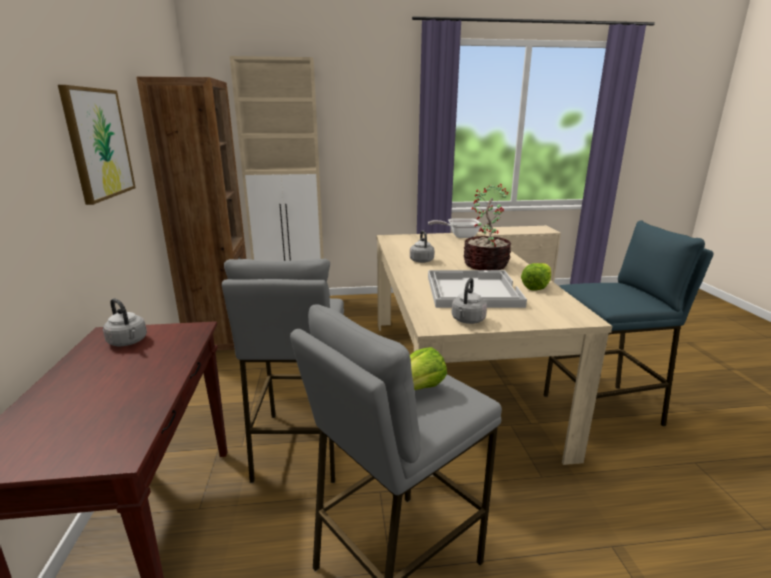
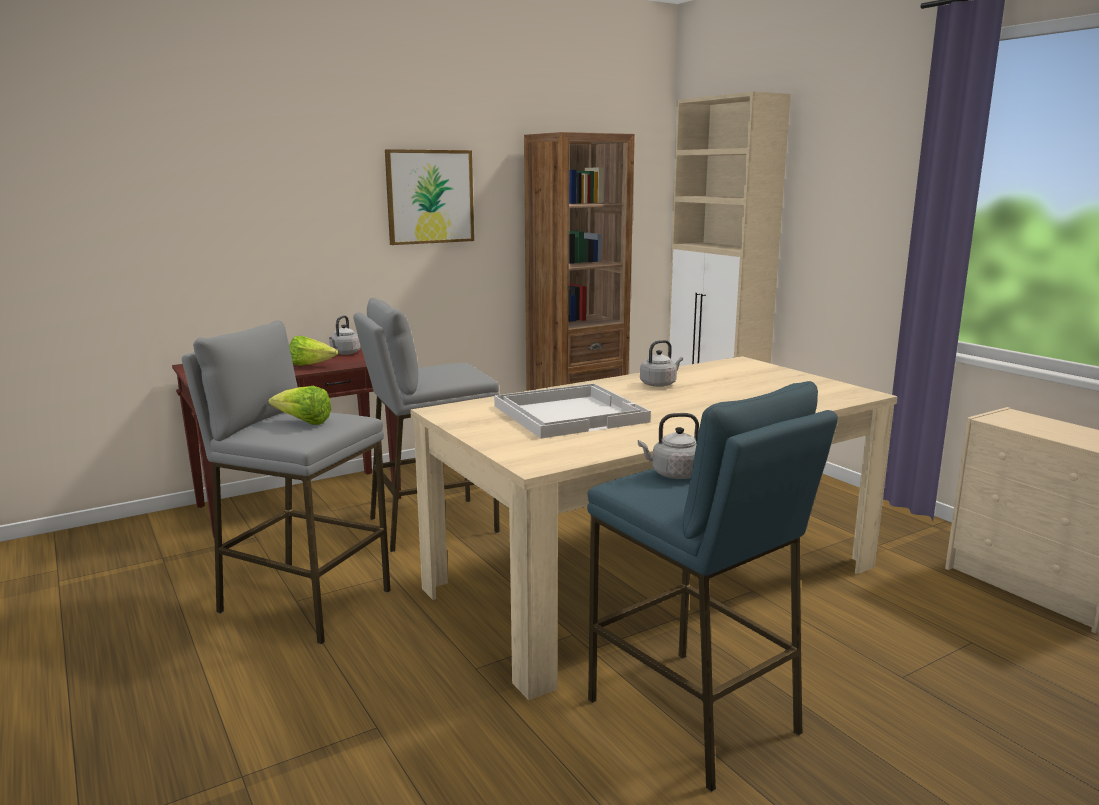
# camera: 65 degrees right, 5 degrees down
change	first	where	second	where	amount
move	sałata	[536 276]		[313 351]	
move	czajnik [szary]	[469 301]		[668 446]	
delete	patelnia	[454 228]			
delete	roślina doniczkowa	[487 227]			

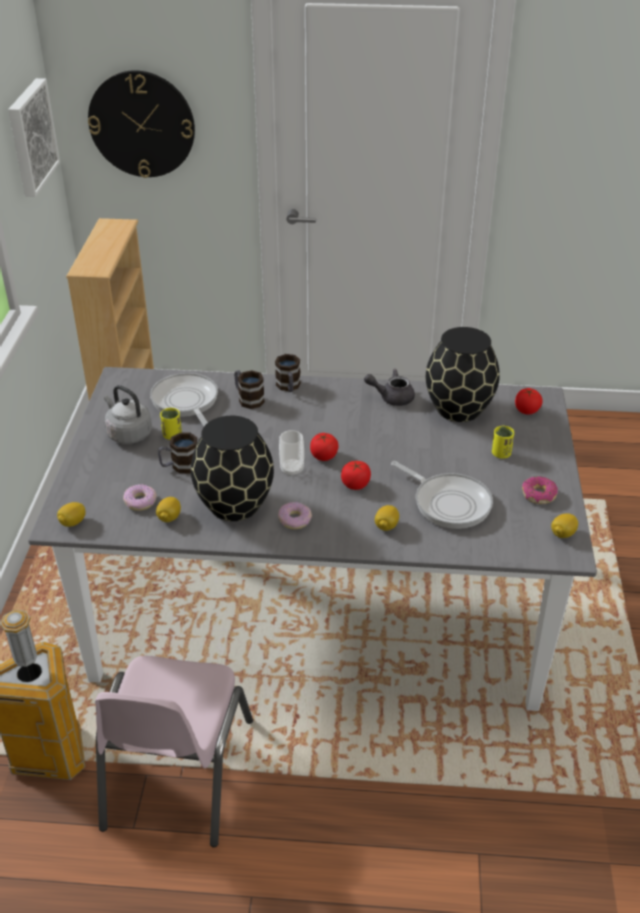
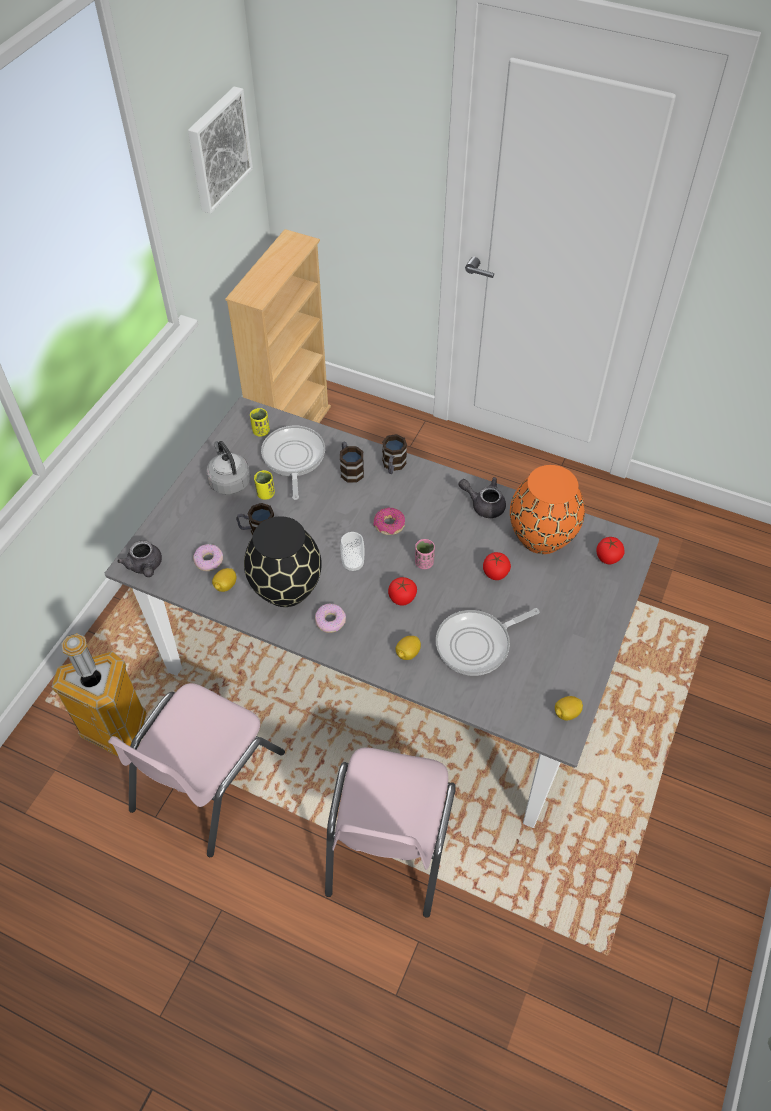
# camera: 20 degrees right, 15 degrees up
change	first	where	second	where	amount
replace	cytryna	[71 514]	imbryk [szary]	[140 558]	
move	filiżanka [żółty]	[503 442]		[260 422]	
insert			krzesło [różowy]	[390 833]	
move	donut	[540 490]		[389 521]	
insert			filiżanka [różowy]	[425 554]	
rotate	patelnia	[442 495]		[487 642]	90 degrees clockwise
move	pomidor	[324 447]		[497 566]	
recolor	wazon [czarny]	[463 374]	wazon [pomarańczowy]	[547 509]	
delete	zegar ścienny	[141 124]			

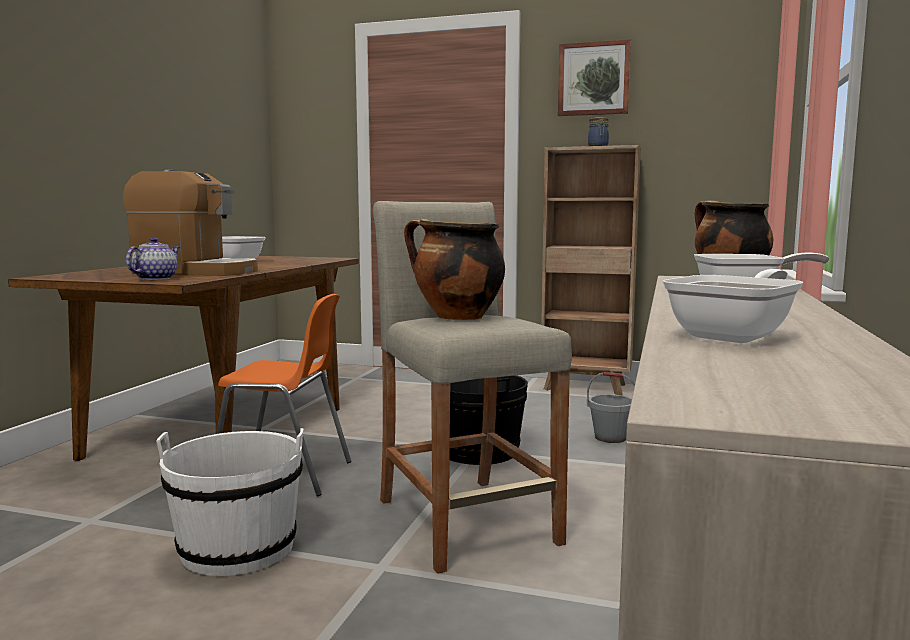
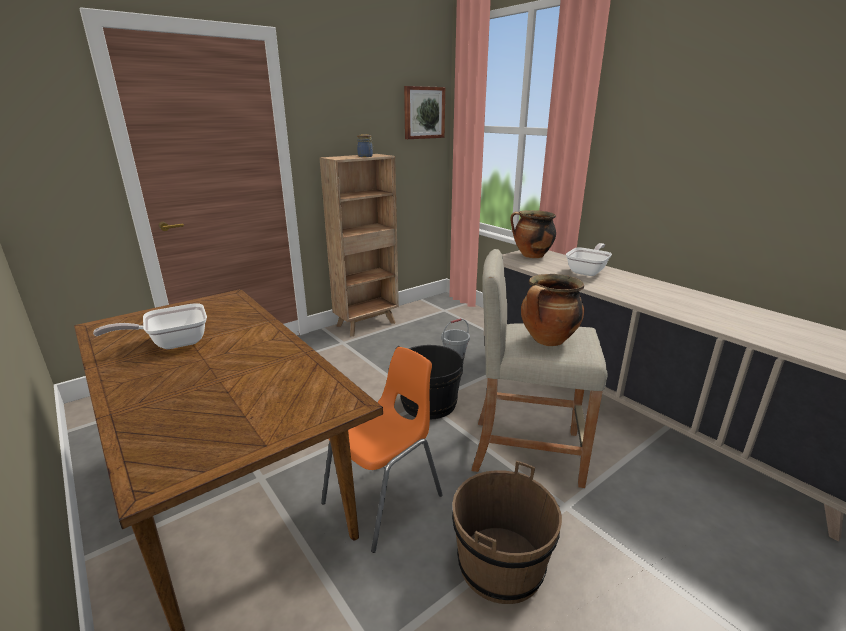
# camera: 55 degrees left, 15 degrees up
change	first	where	second	where	amount
move	obraz	[594 77]		[424 112]	
recolor	wiadro [biały]	[229 502]	wiadro [brązowy]	[507 532]	
delete	ekspres do kawy	[190 223]			
delete	imbryk	[153 258]			
delete	patelnia	[733 306]			

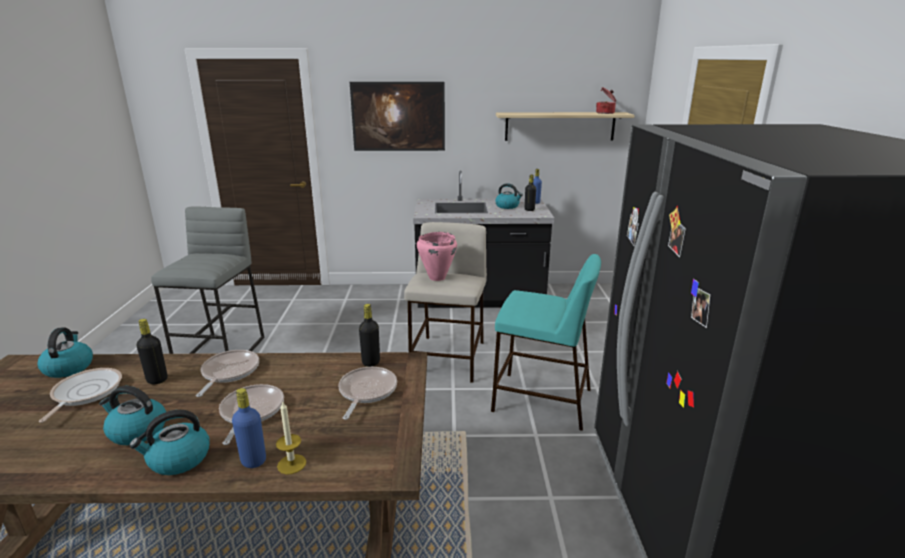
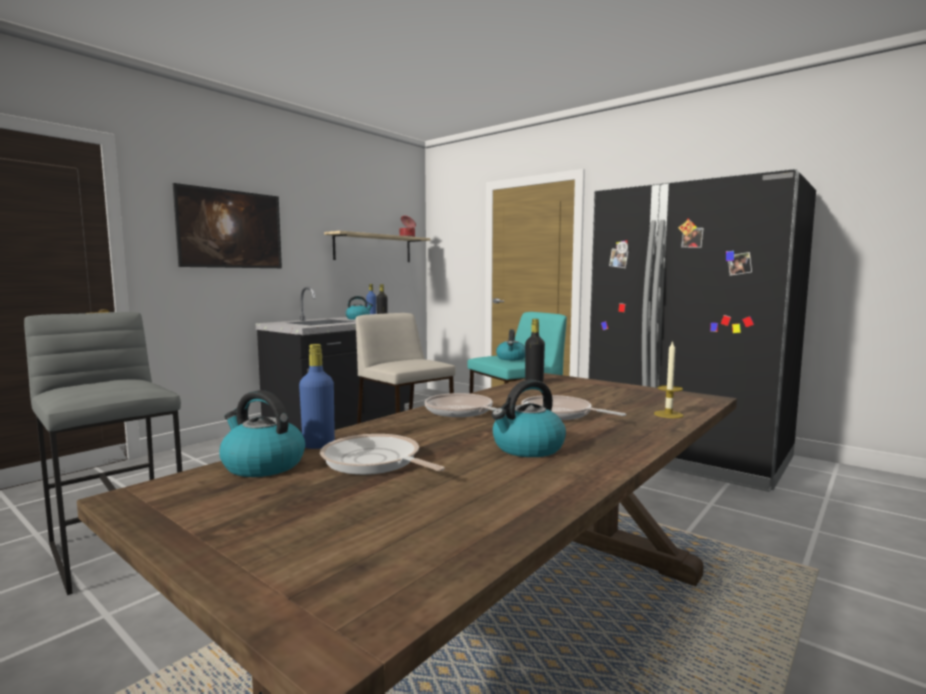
# camera: 50 degrees left, 15 degrees down
change	first	where	second	where	amount
move	butelka [niebieski]	[249 428]		[317 396]	
move	czajnik	[169 442]		[510 344]	
delete	butelka [czarny]	[152 351]			
delete	patelnia	[367 393]			
delete	garnek [różowy]	[437 256]			

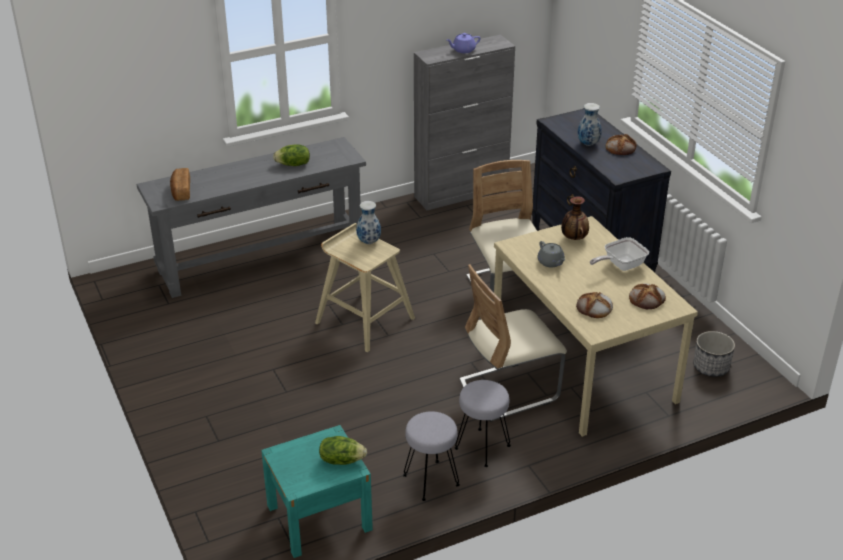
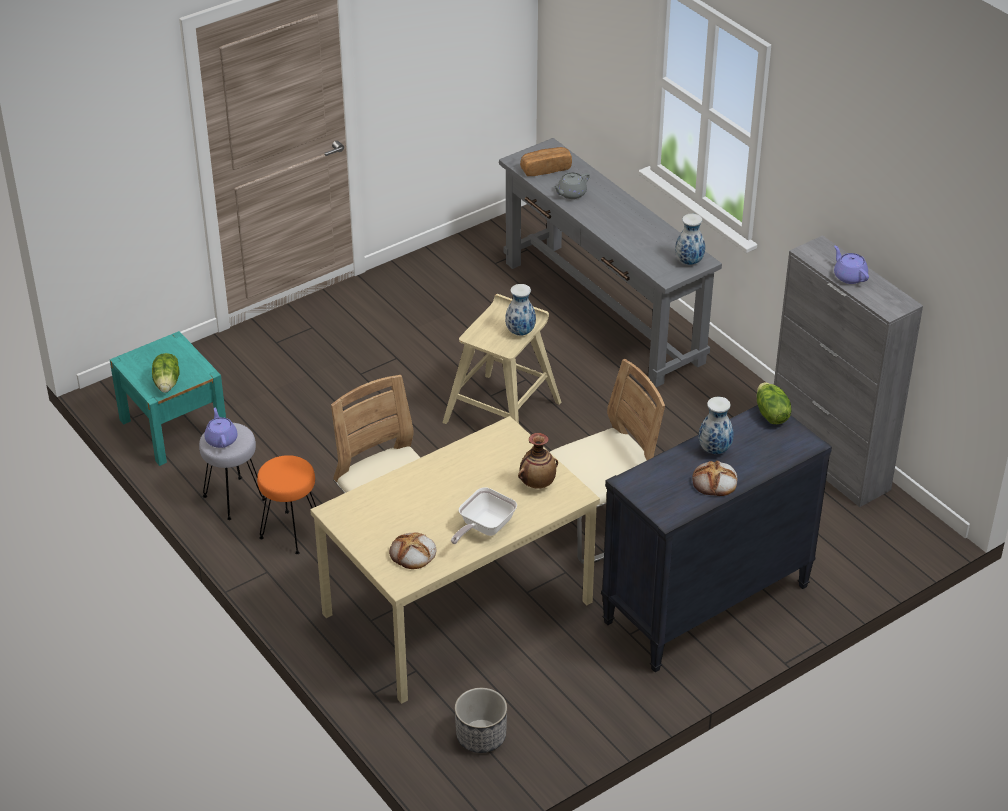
# camera: 80 degrees right, 5 degrees up
change	first	where	second	where	amount
insert			imbryk [fioletowy]	[221 428]	
recolor	stołek [szary]	[483 423]	stołek [pomarańczowy]	[286 504]	
rotate	patelnia	[619 254]		[484 515]	105 degrees counterclockwise
move	imbryk [szary]	[551 254]		[571 185]	
insert			wazon	[690 239]	
move	sałata	[291 155]		[774 403]	
delete	chleb	[594 305]			

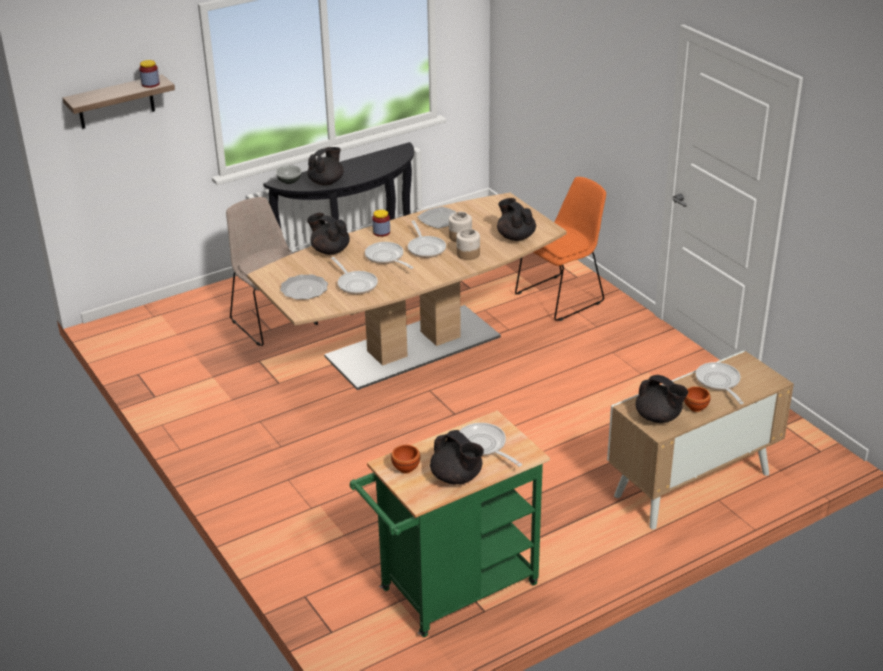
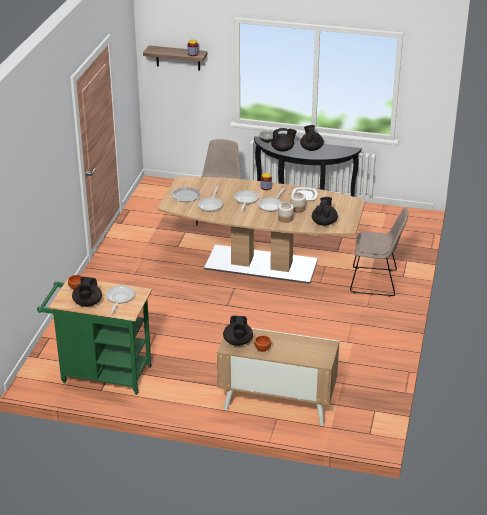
# camera: 45 degrees right, 0 degrees up
change	first	where	second	where	amount
move	imbryk [czarny]	[328 234]		[312 138]	
recolor	krzesło [pomarańczowy]	[560 249]	krzesło [beżowy]	[379 252]	
delete	patelnia	[720 383]			

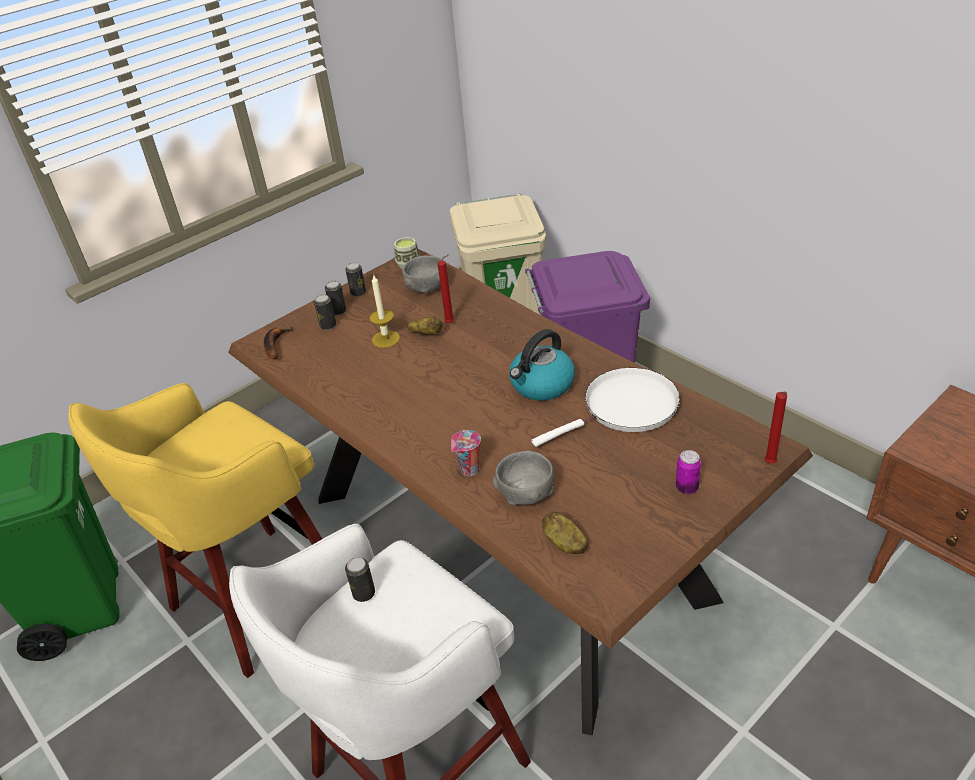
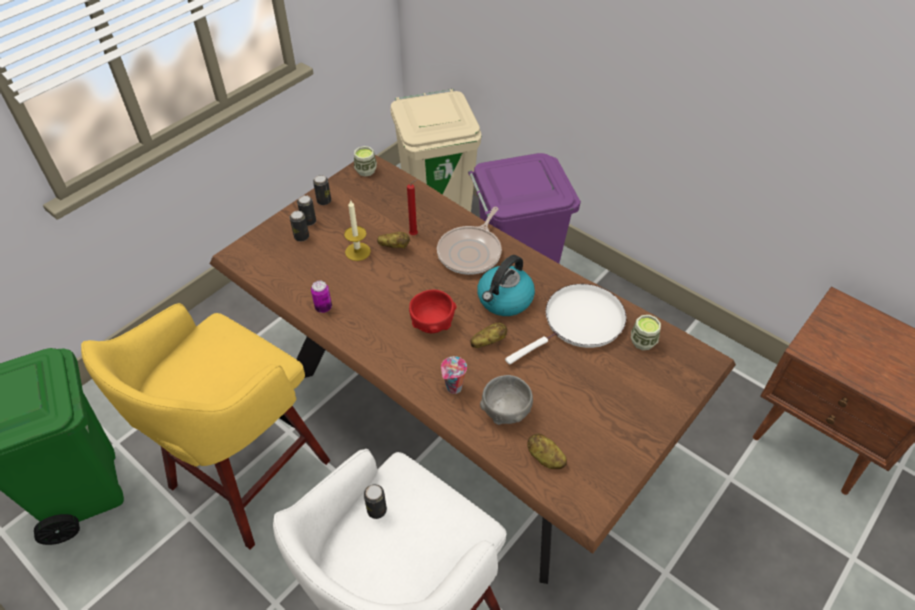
# camera: 10 degrees left, 10 degrees up
change	first	where	second	where	amount
move	puszka	[688 472]		[321 297]	
insert			miska [czerwony]	[432 311]	
insert			patelnia	[469 241]	
insert			ziemniak	[488 335]	
insert			filiżanka	[646 332]	
delete	banan	[278 342]			
delete	miska [szary]	[421 274]			
delete	świeca [czerwony]	[775 428]			

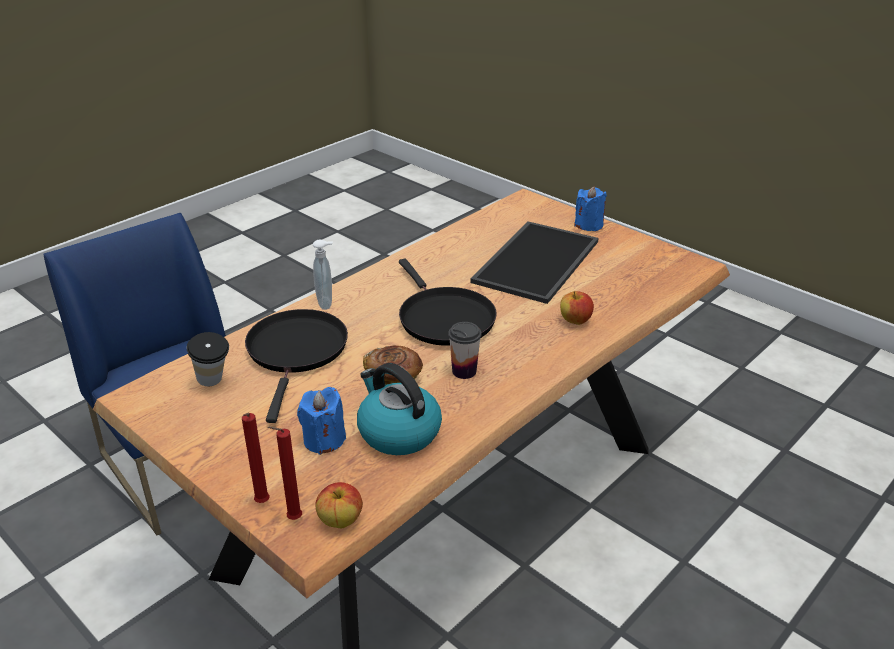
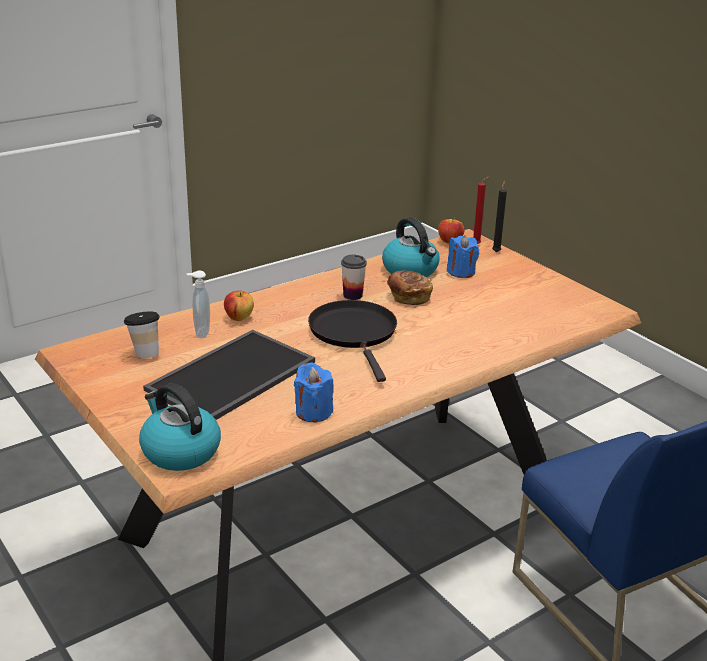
# camera: 170 degrees left, 5 degrees down
change	first	where	second	where	amount
move	filiżanka	[208 359]		[141 335]	
insert			czajnik	[180 427]	
move	dozownik mydła	[323 275]		[198 304]	
move	świeca [niebieski]	[590 208]		[314 392]	
recolor	świeca [czerwony]	[256 458]	świeca [czarny]	[499 217]	
delete	patelnia [czarny]	[296 366]			

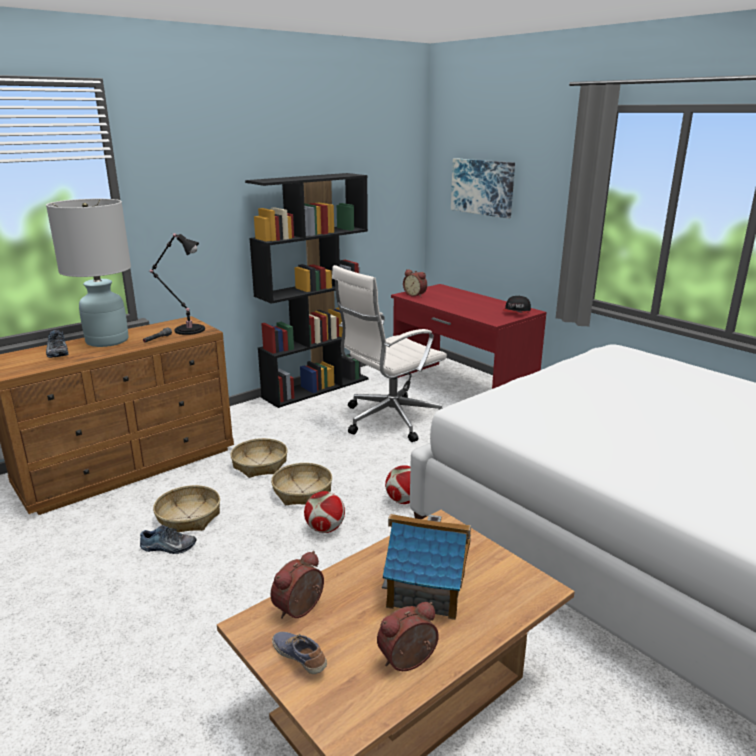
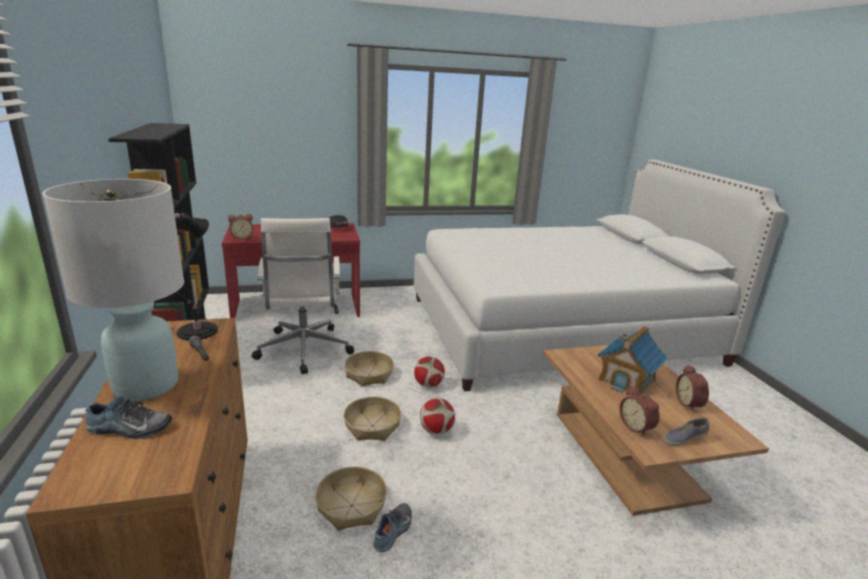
# camera: 65 degrees left, 0 degrees up
change	first	where	second	where	amount
move	koszyk	[259 458]		[369 369]	
delete	obraz	[483 188]			

